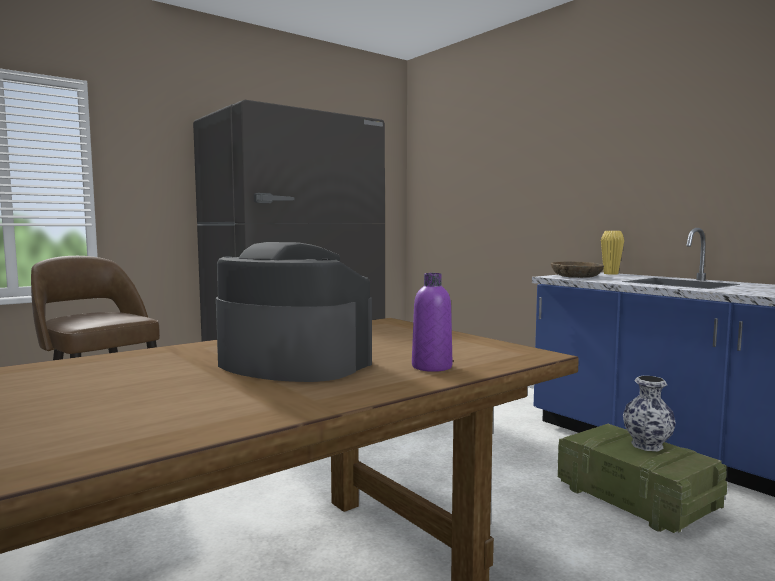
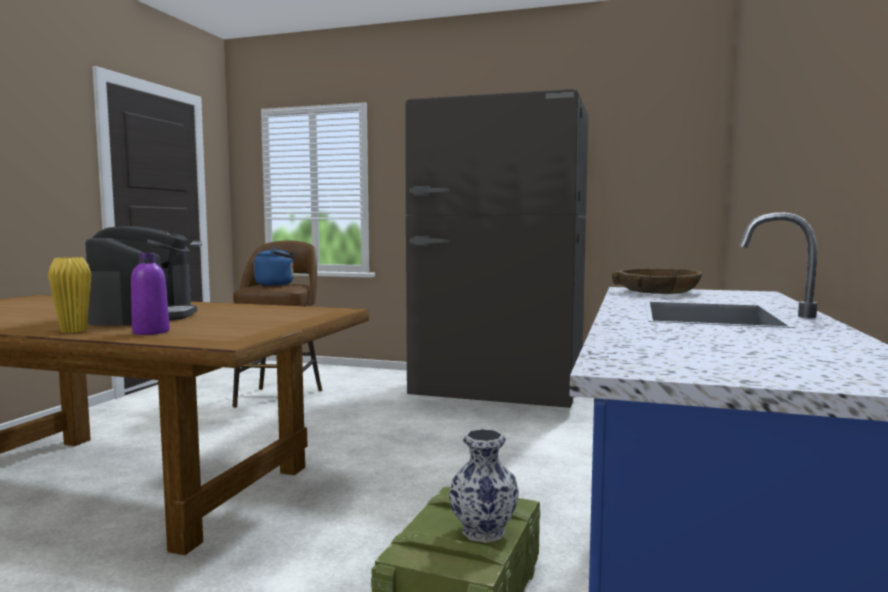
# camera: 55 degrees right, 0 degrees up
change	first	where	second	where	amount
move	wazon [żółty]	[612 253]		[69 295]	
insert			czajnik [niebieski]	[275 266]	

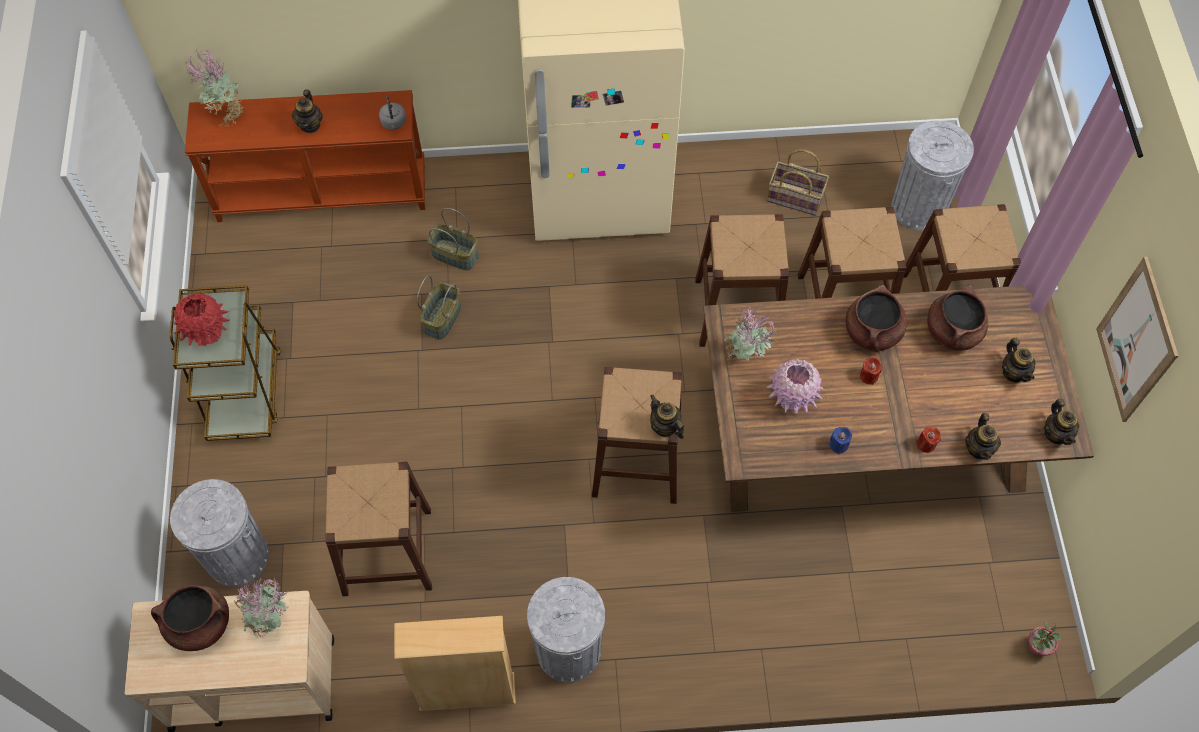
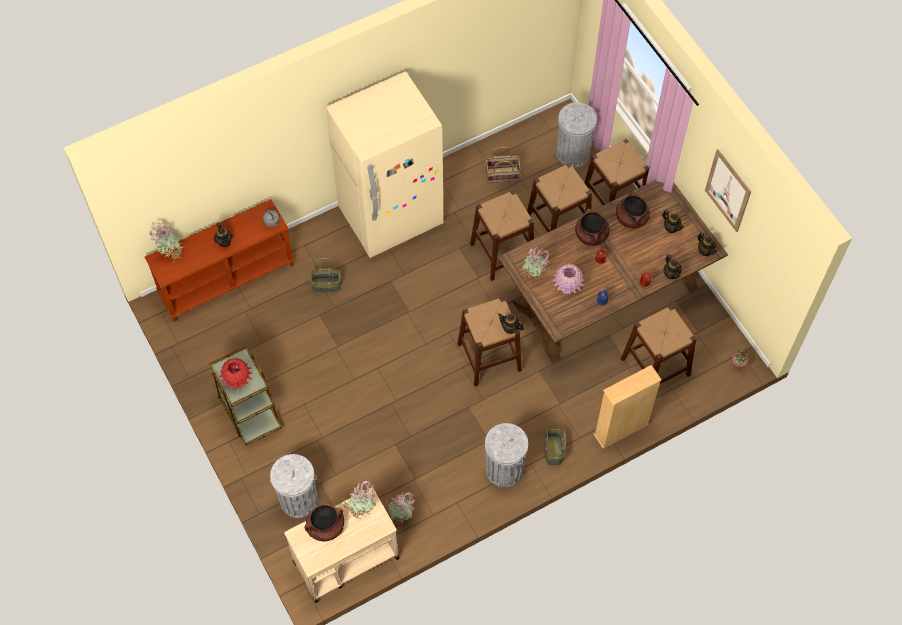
# camera: 25 degrees left, 0 degrees up
change	first	where	second	where	amount
insert			roślina doniczkowa	[400 508]	
move	koszyk	[439 307]		[555 447]	
move	regał [beżowy]	[455 663]		[628 407]	
move	stołek [brązowy]	[378 529]		[659 344]	

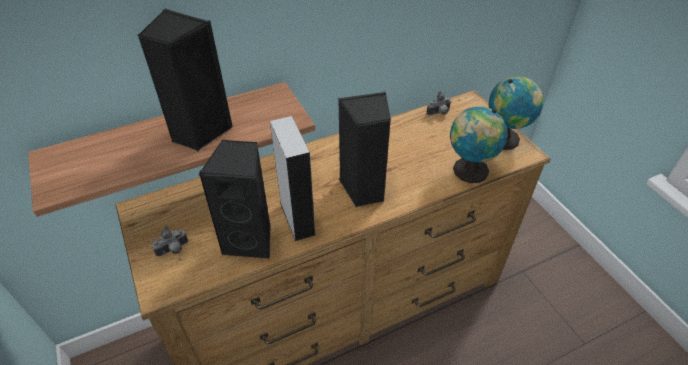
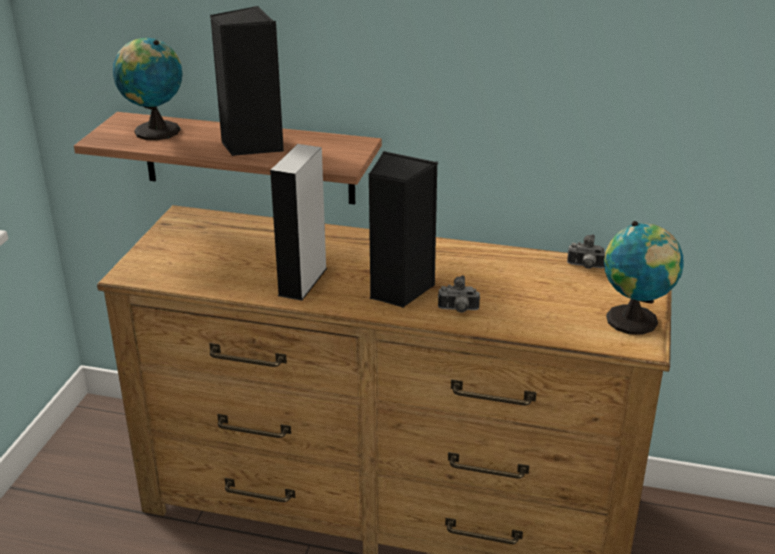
# camera: 40 degrees right, 15 degrees down
change	first	where	second	where	amount
move	globus	[479 145]		[147 89]	
move	aparat fotograficzny	[170 241]		[459 294]	
delete	głośnik [czarny]	[234 199]			

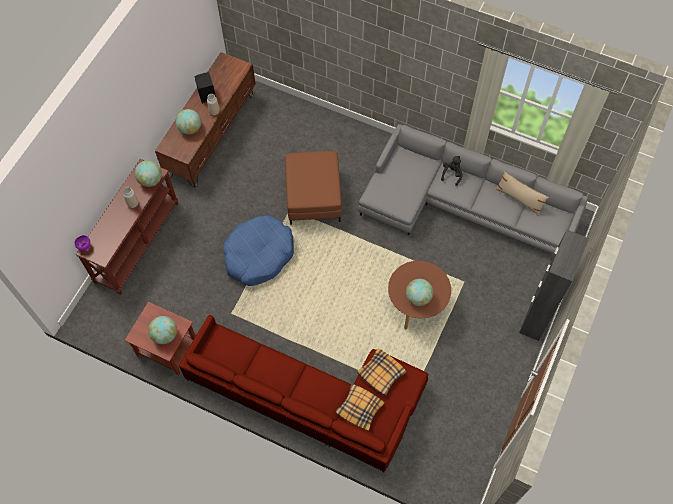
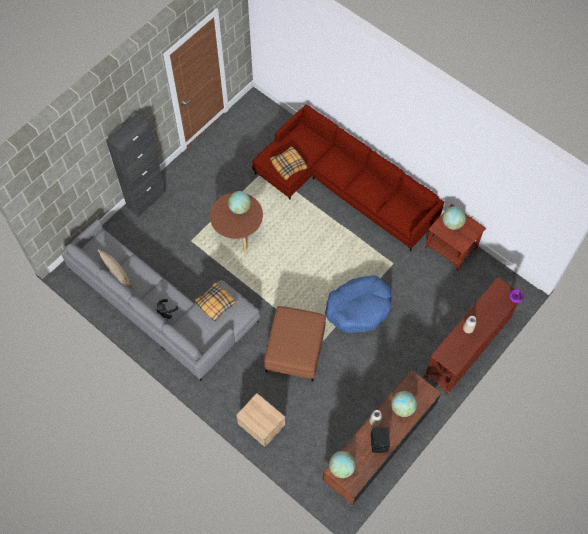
# camera: 165 degrees left, 0 degrees up
change	first	where	second	where	amount
move	poduszka	[360 407]		[215 302]	
insert			szafka nocna [beżowy]	[260 420]	
move	globus	[148 173]		[342 464]	

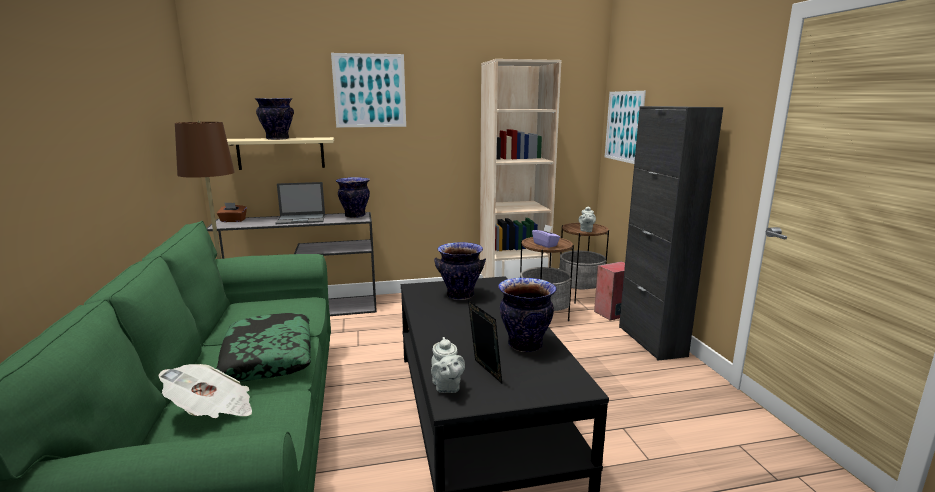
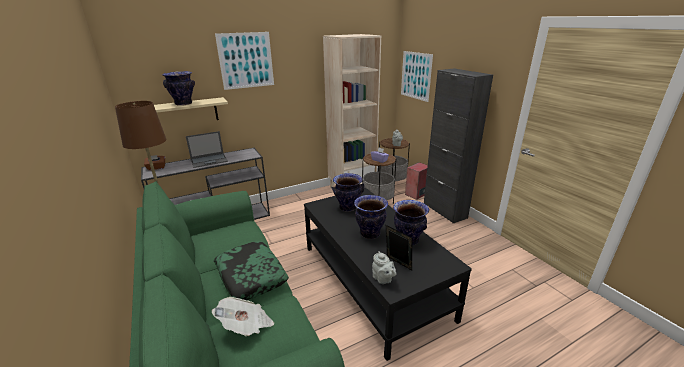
# camera: 15 degrees left, 10 degrees up
change	first	where	second	where	amount
move	wazon	[353 197]		[371 217]	

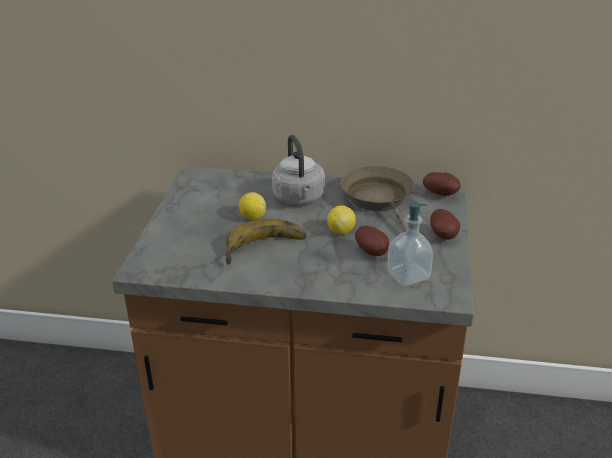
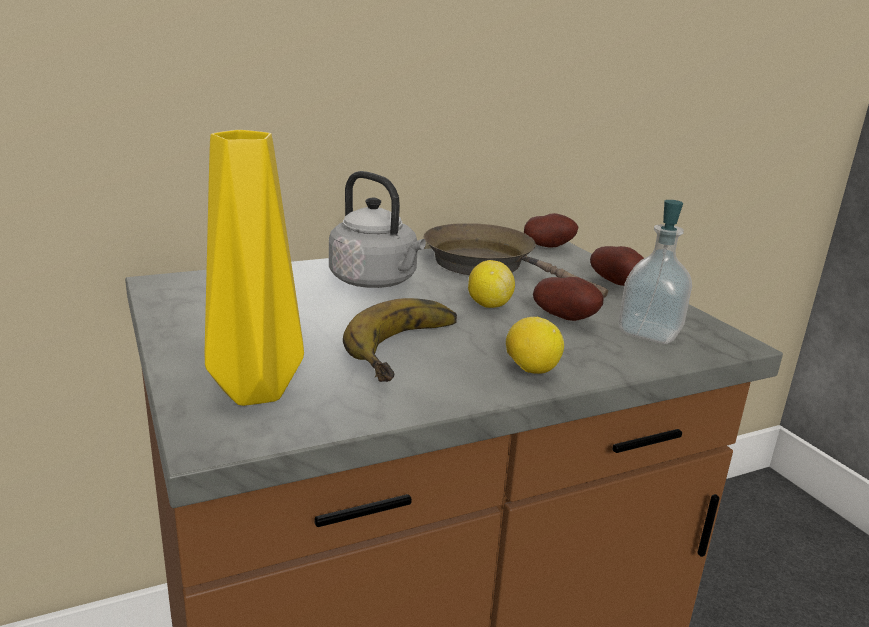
# camera: 35 degrees left, 10 degrees down
change	first	where	second	where	amount
insert			wazon [żółty]	[254 268]	
move	cytryna	[252 206]		[535 345]	

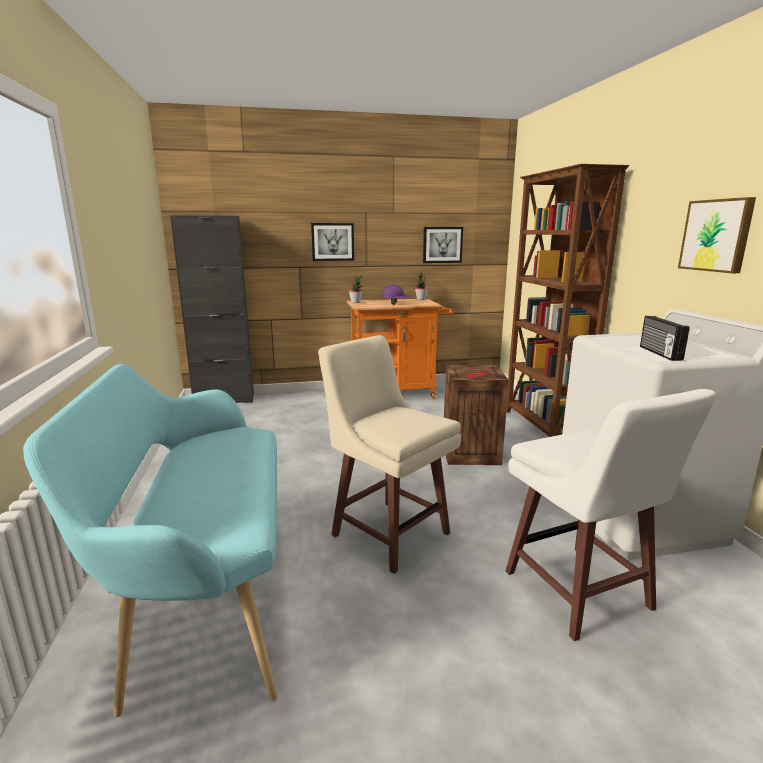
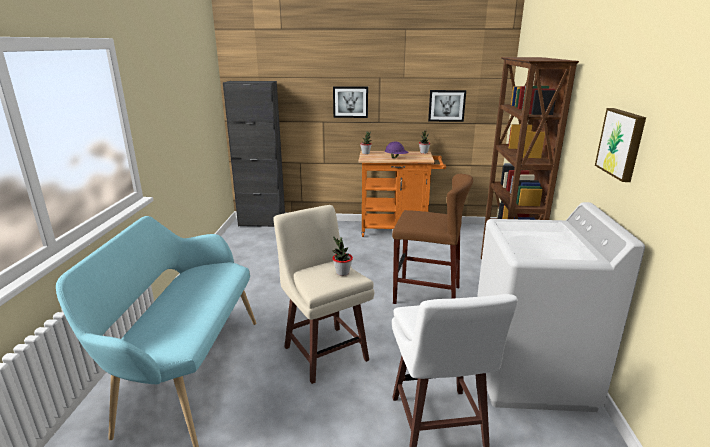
# camera: 15 degrees right, 5 degrees up
change	first	where	second	where	amount
insert			roślina doniczkowa	[342 256]	
replace	skrzynka	[476 415]	stołek [brązowy]	[432 238]	
delete	radio	[665 338]			

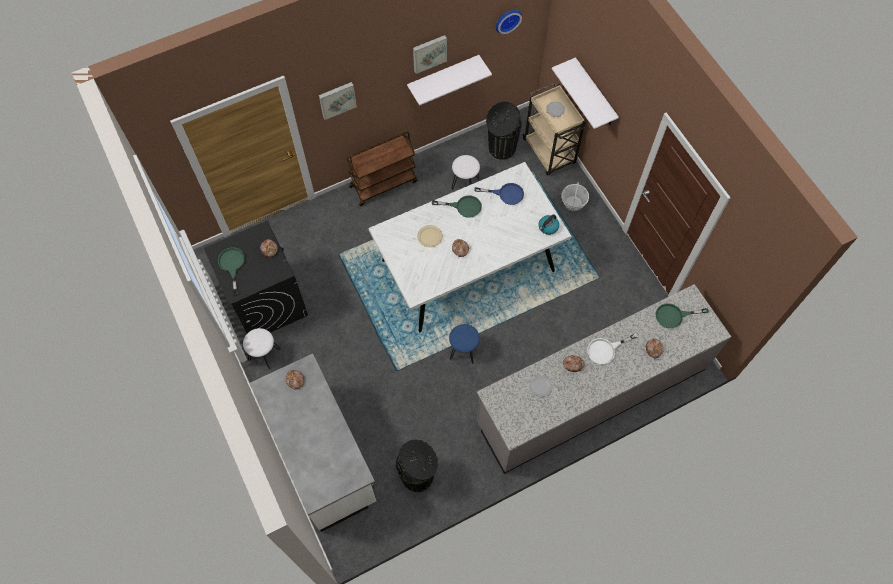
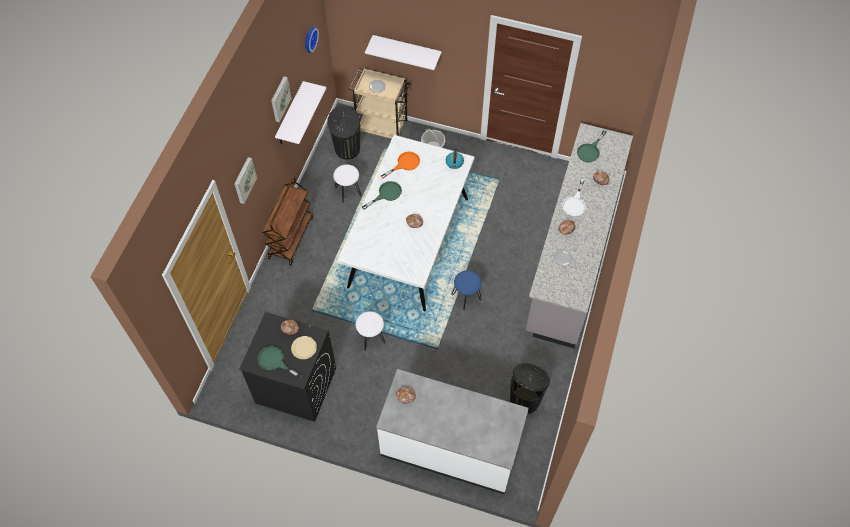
# camera: 45 degrees left, 5 degrees down
change	first	where	second	where	amount
move	talerz [beżowy]	[430 236]		[304 347]	
move	stołek [biały]	[262 349]		[370 331]	
recolor	patelnia [niebieski]	[499 194]	patelnia [pomarańczowy]	[400 165]	

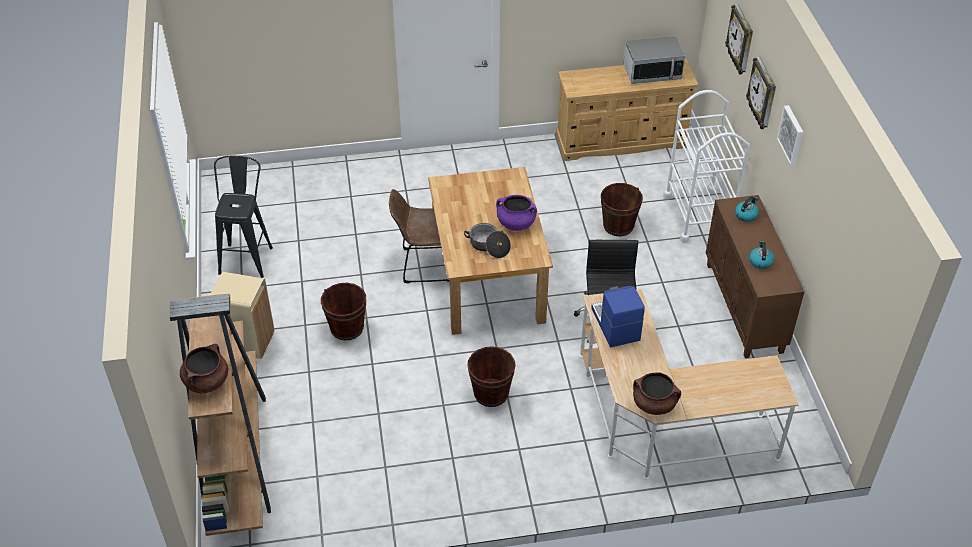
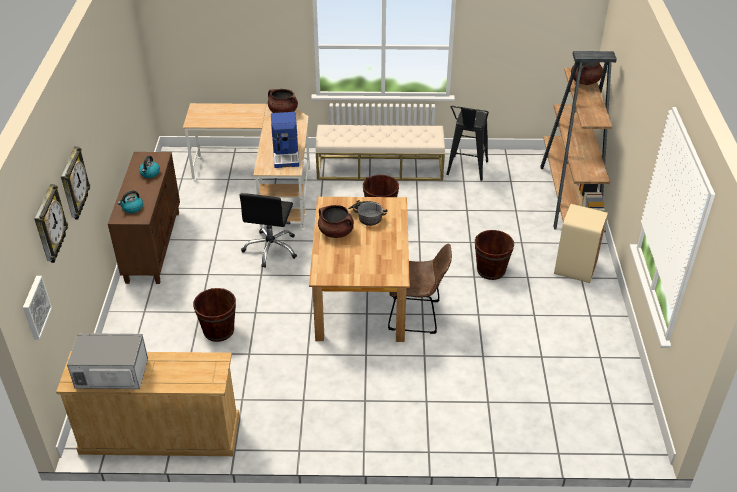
# camera: 170 degrees left, 5 degrees down
change	first	where	second	where	amount
move	obraz	[790 135]		[37 308]	
insert			ławka [beżowy]	[380 153]	
recolor	garnek [fioletowy]	[516 213]	garnek [brązowy]	[336 221]	
move	stołek [czarny]	[243 217]		[467 143]	
delete	wózek [biały]	[706 166]			

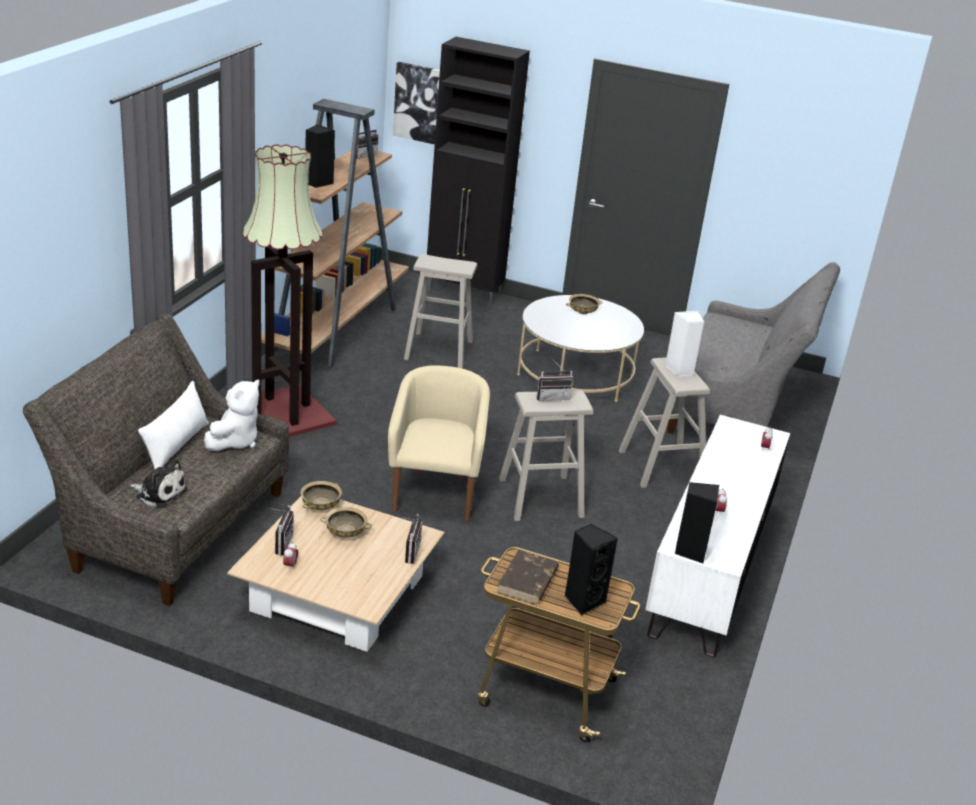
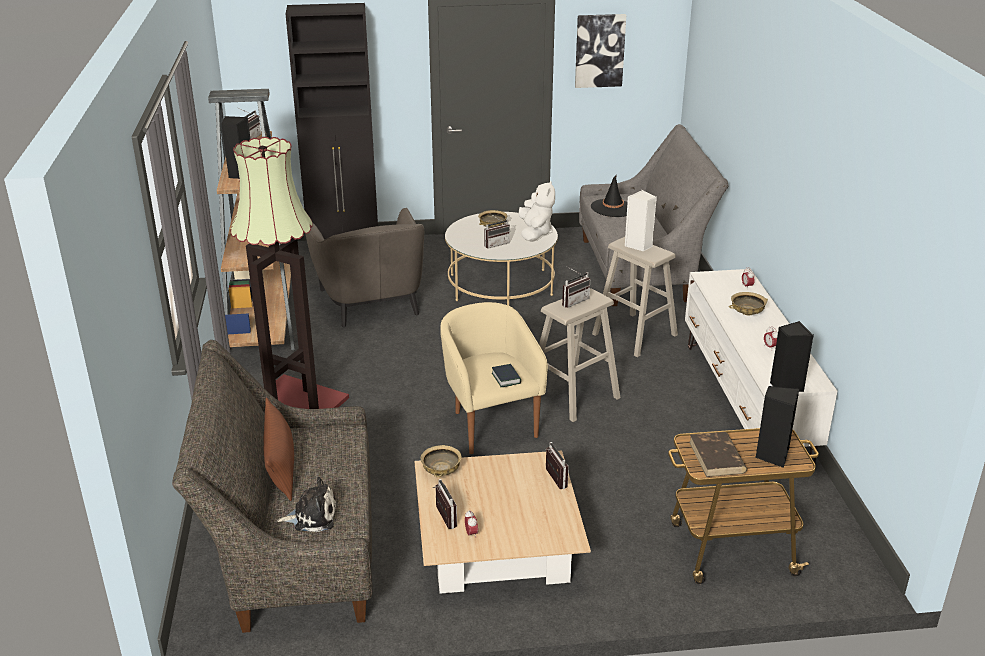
# camera: 25 degrees left, 0 degrees up
change	first	where	second	where	amount
recolor	poduszka [biały]	[173 425]	poduszka [brązowy]	[279 449]	
replace	stołek [beżowy]	[440 311]	fotel [szary]	[365 267]	
insert			radio	[497 230]	
insert			książka	[506 375]	
move	pluszak [biały]	[232 415]		[537 210]	
move	obraz	[416 103]		[600 51]	
insert			kapelusz [czarny]	[609 195]	
move	miska [beżowy]	[346 522]		[748 303]	

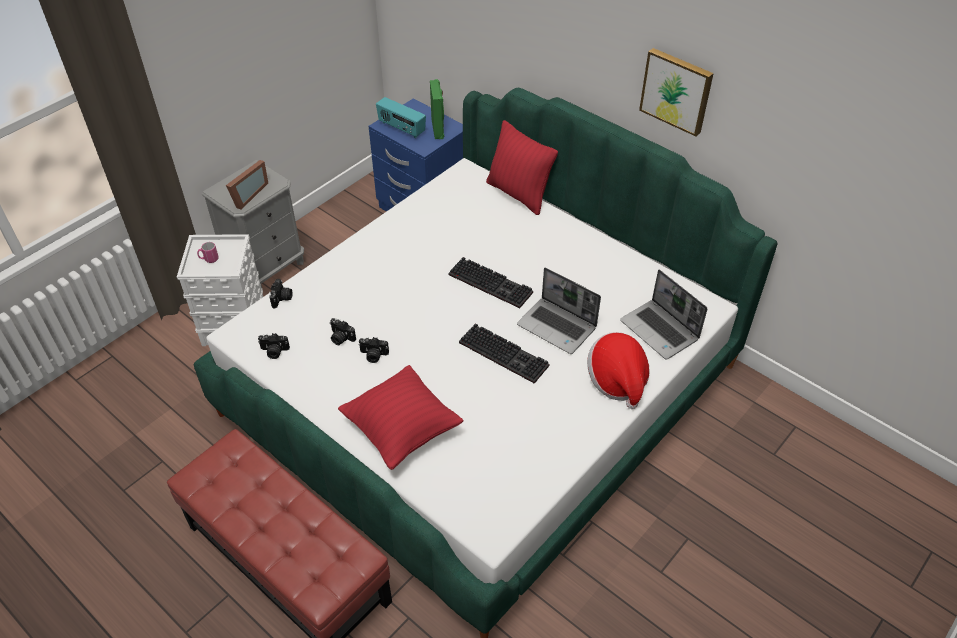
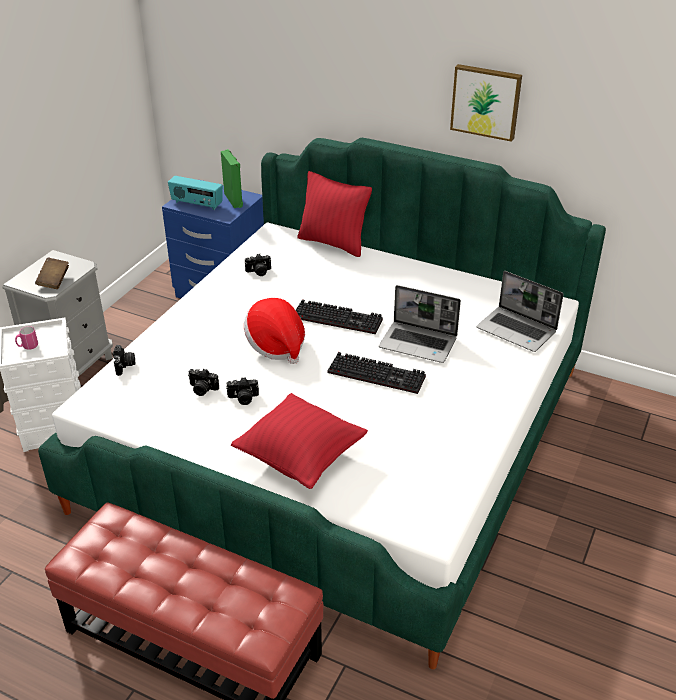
# camera: 15 degrees left, 10 degrees down
change	first	where	second	where	amount
replace	ramka na zdjęcie	[247 185]	książka [brązowy]	[52 273]	
move	kapelusz	[618 370]		[274 331]	
move	aparat fotograficzny	[274 346]		[258 265]	

